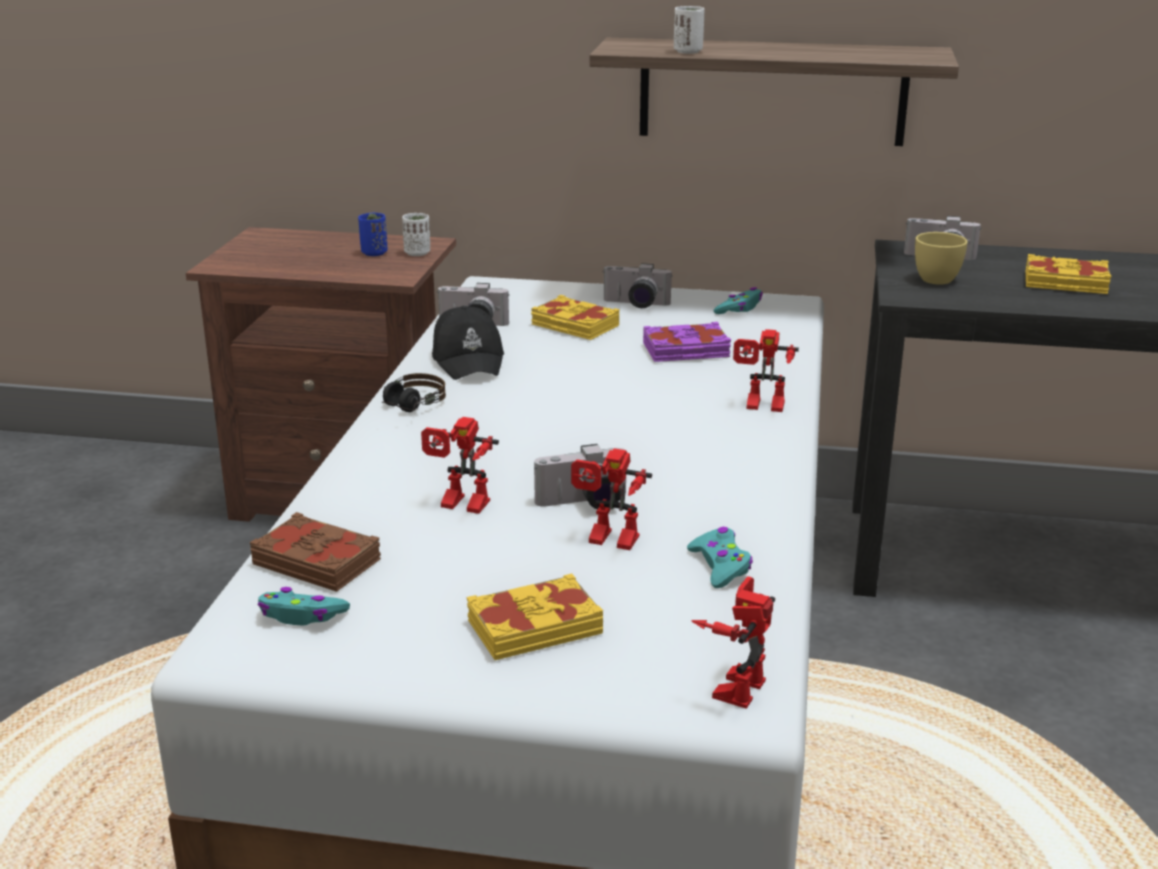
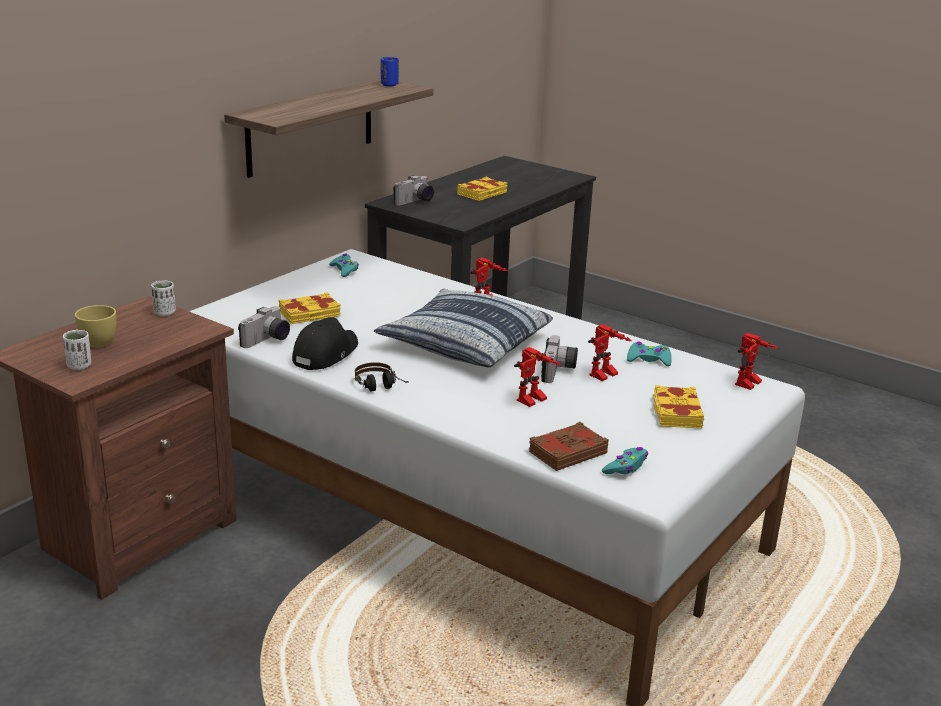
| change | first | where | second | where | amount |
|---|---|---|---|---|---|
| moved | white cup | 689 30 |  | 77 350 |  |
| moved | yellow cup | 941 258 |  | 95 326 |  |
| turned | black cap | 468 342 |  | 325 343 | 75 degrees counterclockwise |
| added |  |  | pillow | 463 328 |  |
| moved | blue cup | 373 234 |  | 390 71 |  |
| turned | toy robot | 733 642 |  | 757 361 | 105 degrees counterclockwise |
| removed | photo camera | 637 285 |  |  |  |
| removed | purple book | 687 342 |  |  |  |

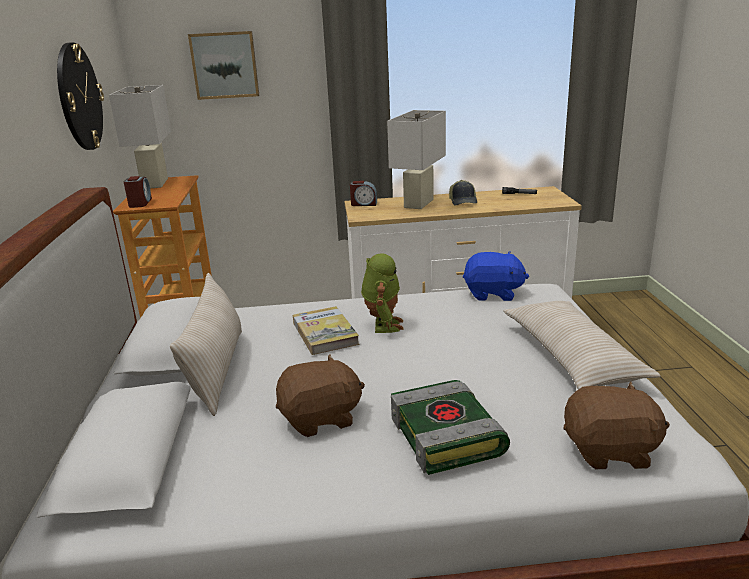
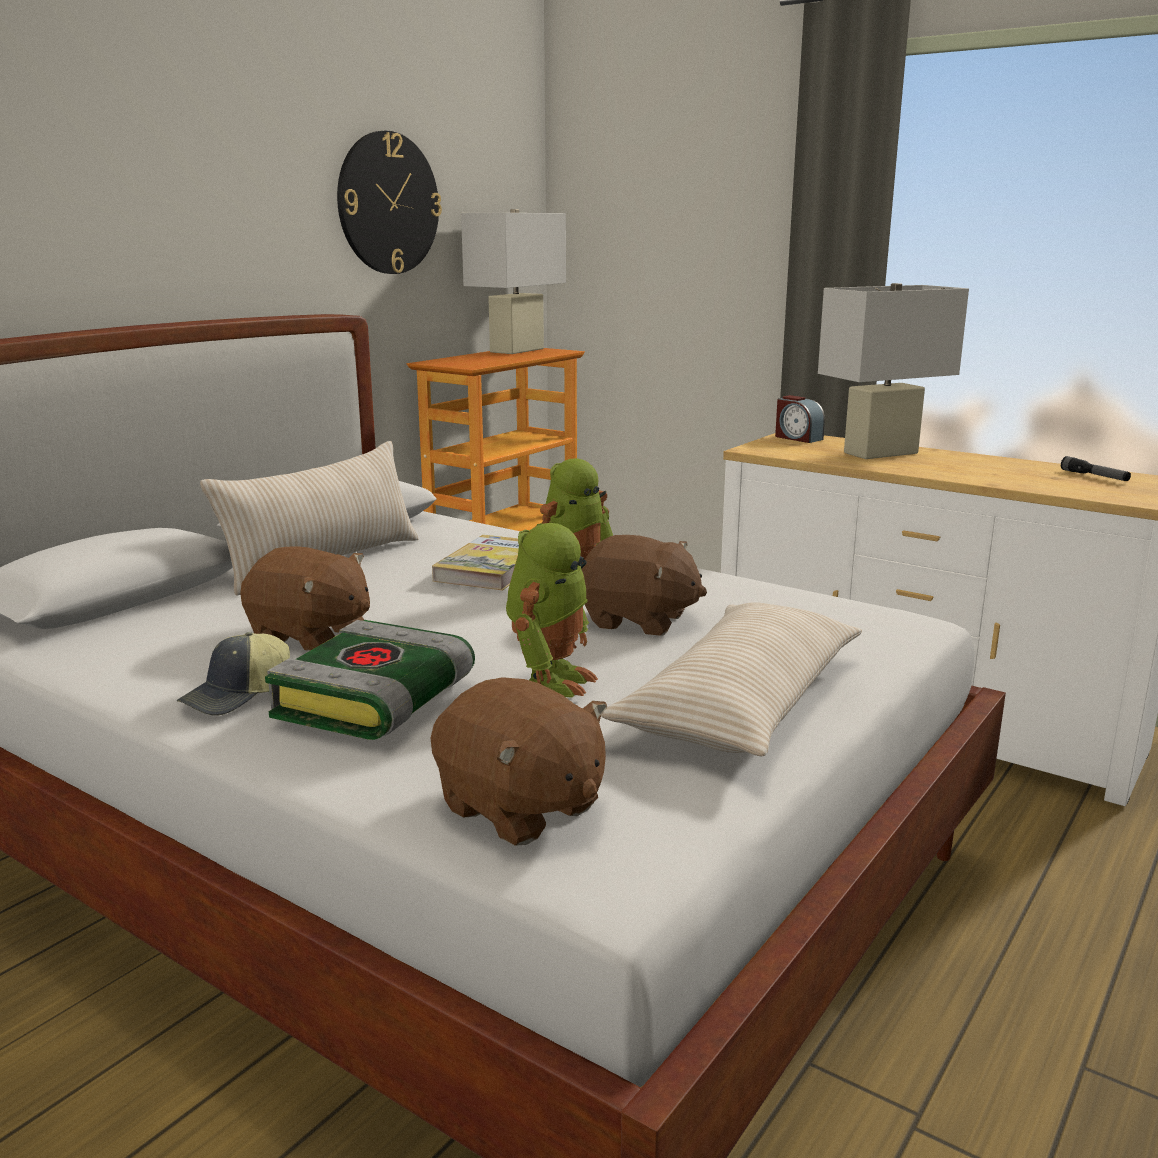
| change | first | where | second | where | amount |
|---|---|---|---|---|---|
| moved | cap | 463 192 |  | 233 673 |  |
| added |  |  | toy robot | 552 610 |  |
| added |  |  | brown plush toy | 644 585 |  |
| removed | alarm clock | 138 192 |  |  |  |
| removed | picture | 223 65 |  |  |  |
| removed | blue plush toy | 496 276 |  |  |  |

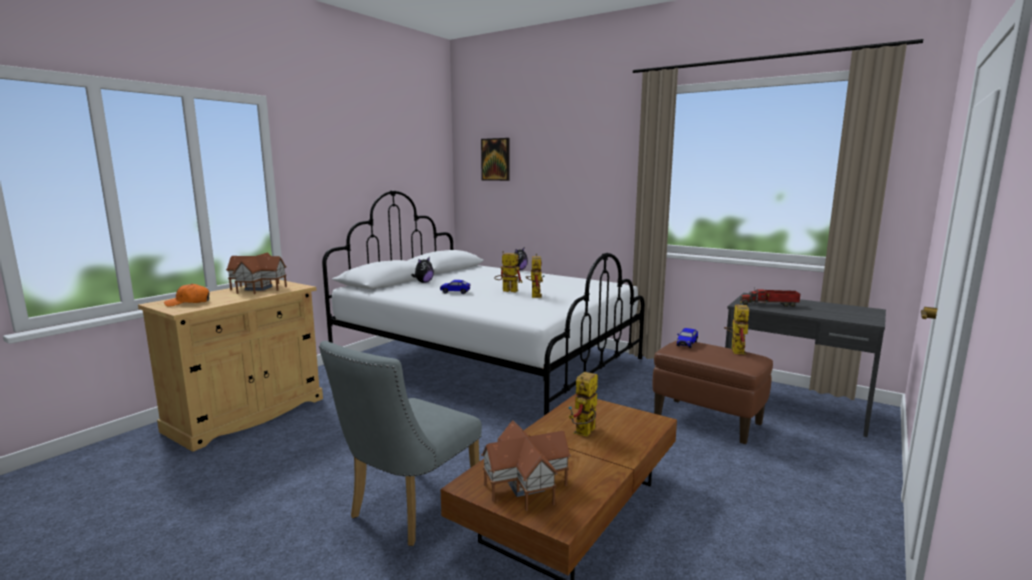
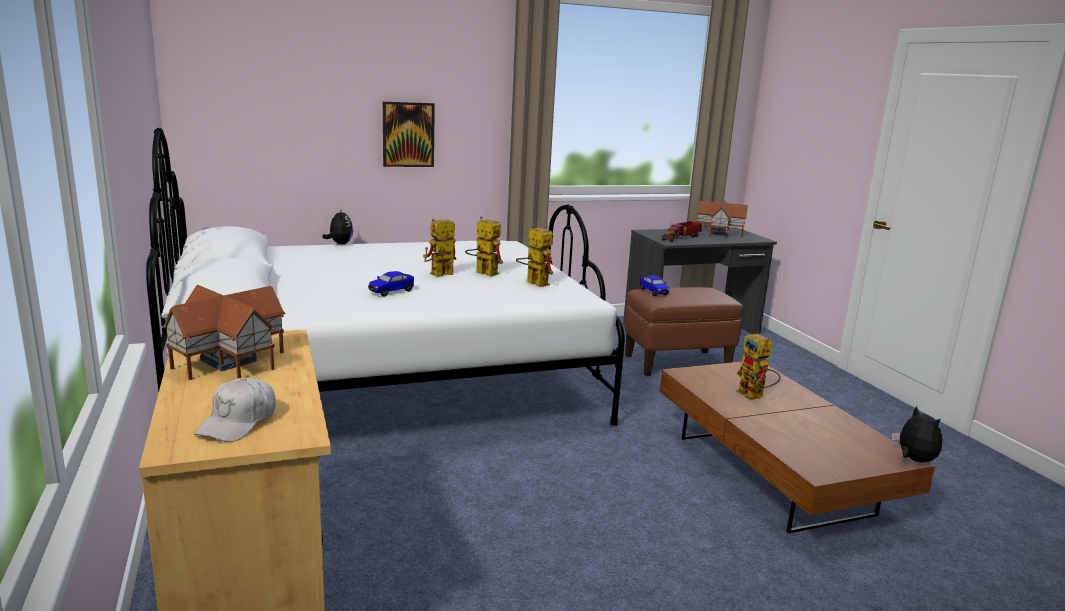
| change | first | where | second | where | amount |
|---|---|---|---|---|---|
| recoloured | orange cap | 186 295 | white cap | 235 410 |  |
| moved | picture | 495 159 |  | 409 134 |  |
| moved | toy robot | 736 328 |  | 534 255 |  |
| moved | toy house | 526 465 |  | 722 219 |  |
| moved | plush toy | 422 270 |  | 917 434 |  |
| removed | grey chair | 400 443 |  |  |  |

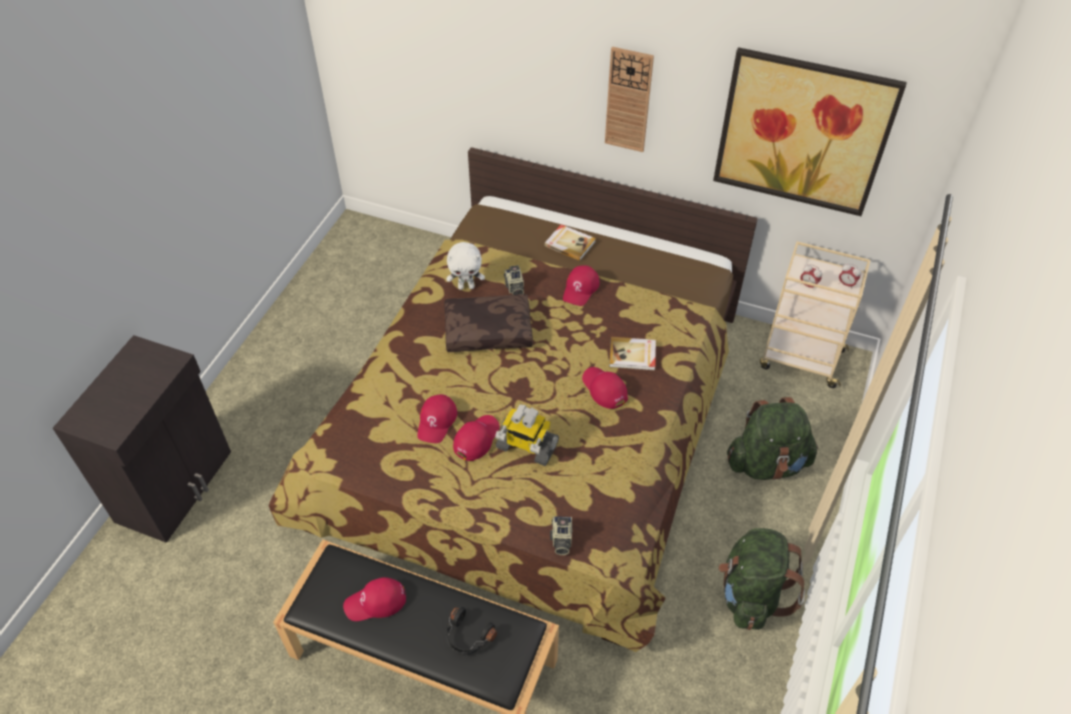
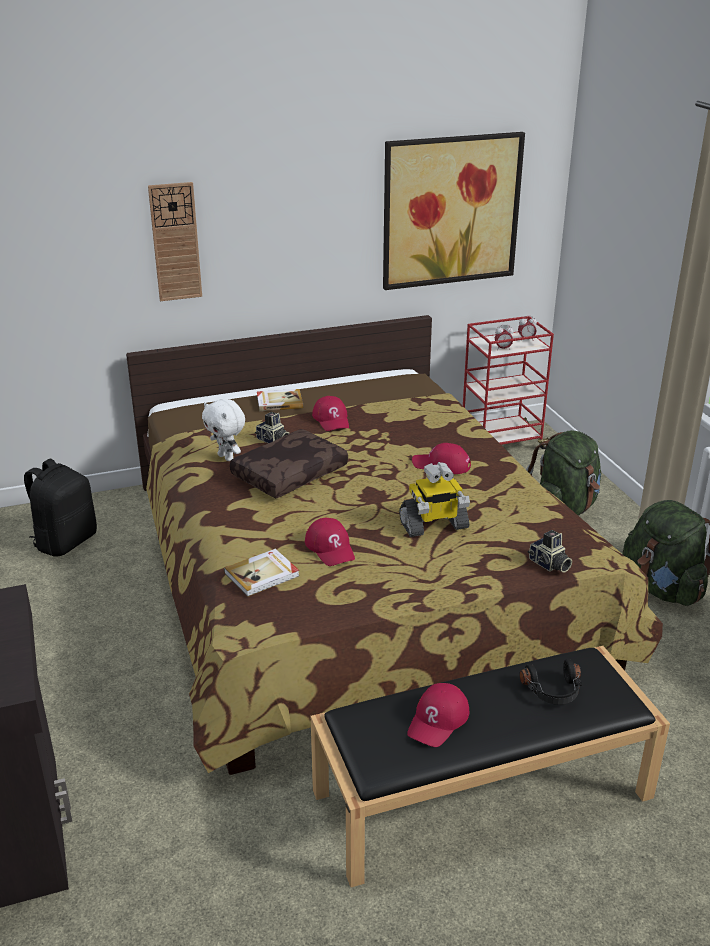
| change | first | where | second | where | amount |
|---|---|---|---|---|---|
| added |  |  | black backpack | 60 507 |  |
| moved | wall clock | 629 99 |  | 175 241 |  |
| turned | white plush toy | 466 266 |  | 223 430 | 90 degrees clockwise |
| moved | book | 632 353 |  | 261 573 |  |
| recoloured | beige cart | 815 314 | red cart | 508 382 |  |
| removed | red cap | 476 438 |  |  |  |

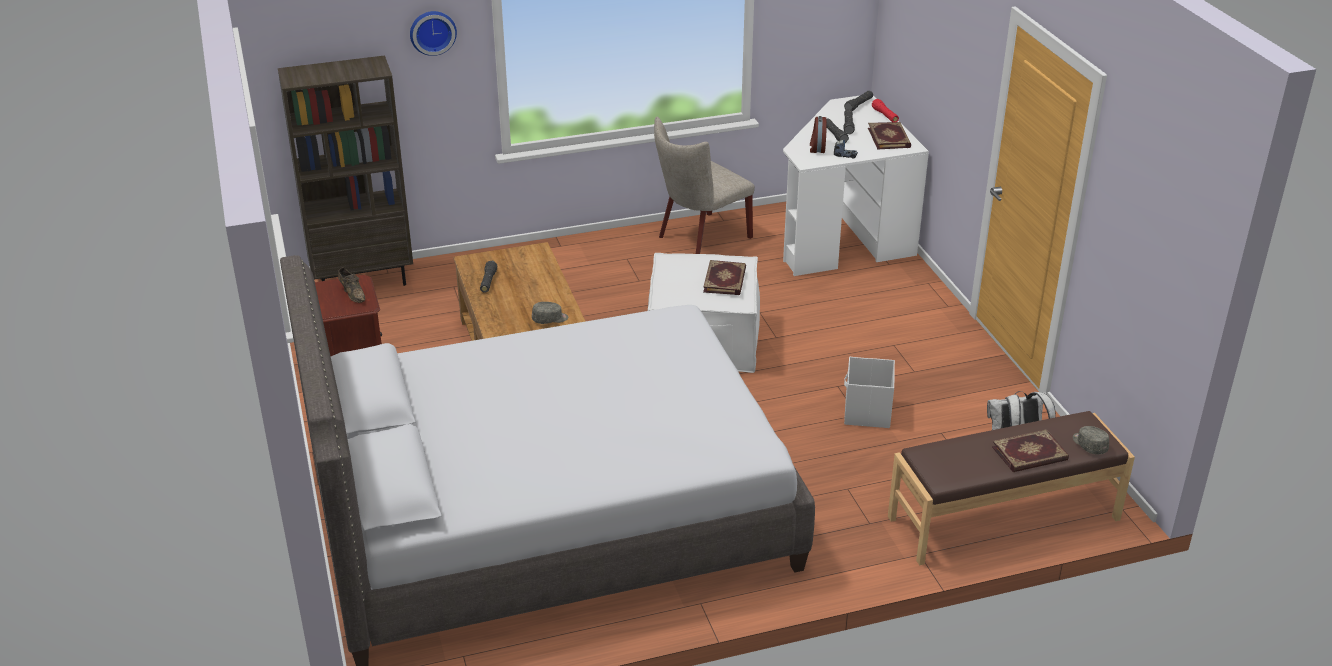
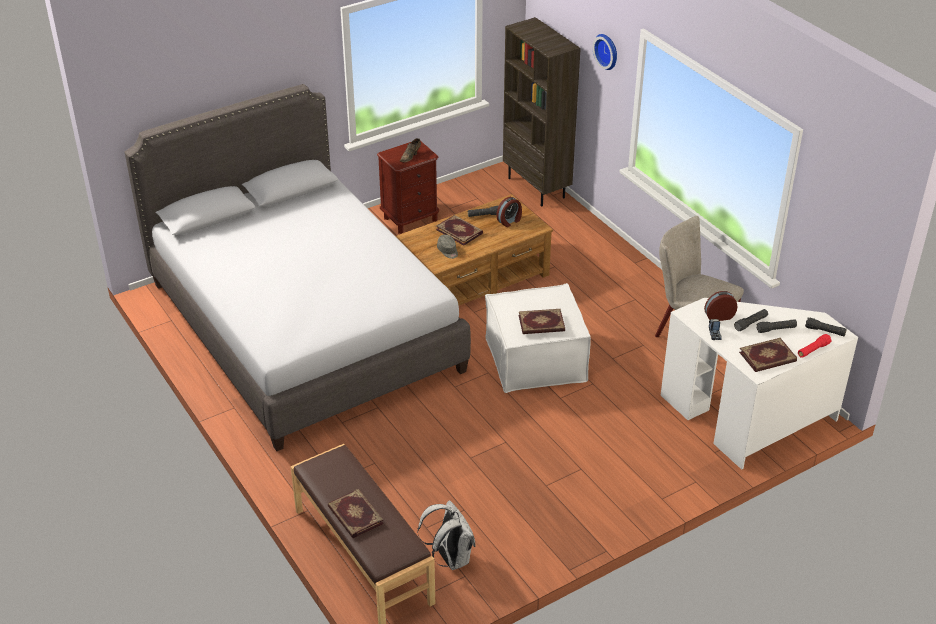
| change | first | where | second | where | amount |
|---|---|---|---|---|---|
| added |  |  | book | 459 230 |  |
| added |  |  | alarm clock | 509 212 |  |
| removed | white storage box | 869 392 |  |  |  |
| removed | grey cap | 1091 440 |  |  |  |

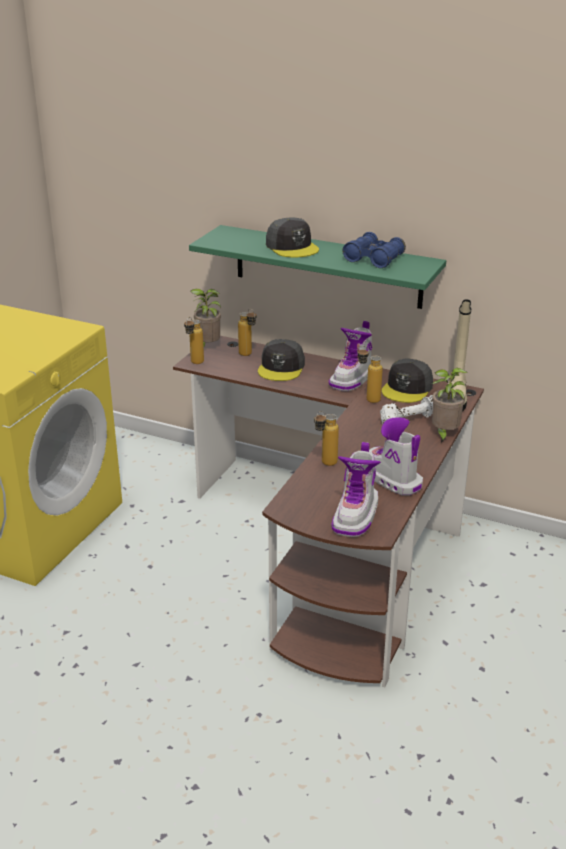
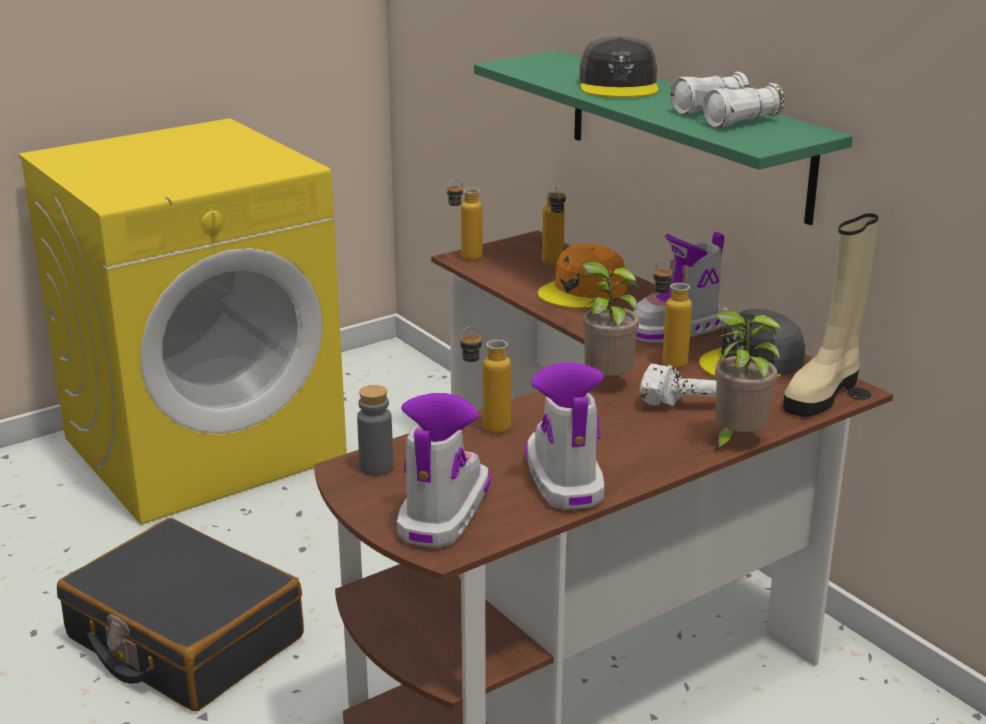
| change | first | where | second | where | amount |
|---|---|---|---|---|---|
| added |  |  | black suitcase | 180 614 |  |
| added |  |  | grey bottle | 375 430 |  |
| turned | boot | 356 489 |  | 444 470 | 150 degrees clockwise |
| recoloured | grey cap | 281 360 | orange cap | 582 276 |  |
| moved | potted plant | 206 318 |  | 607 318 |  |
| recoloured | blue binoculars | 374 250 | white binoculars | 728 100 |  |

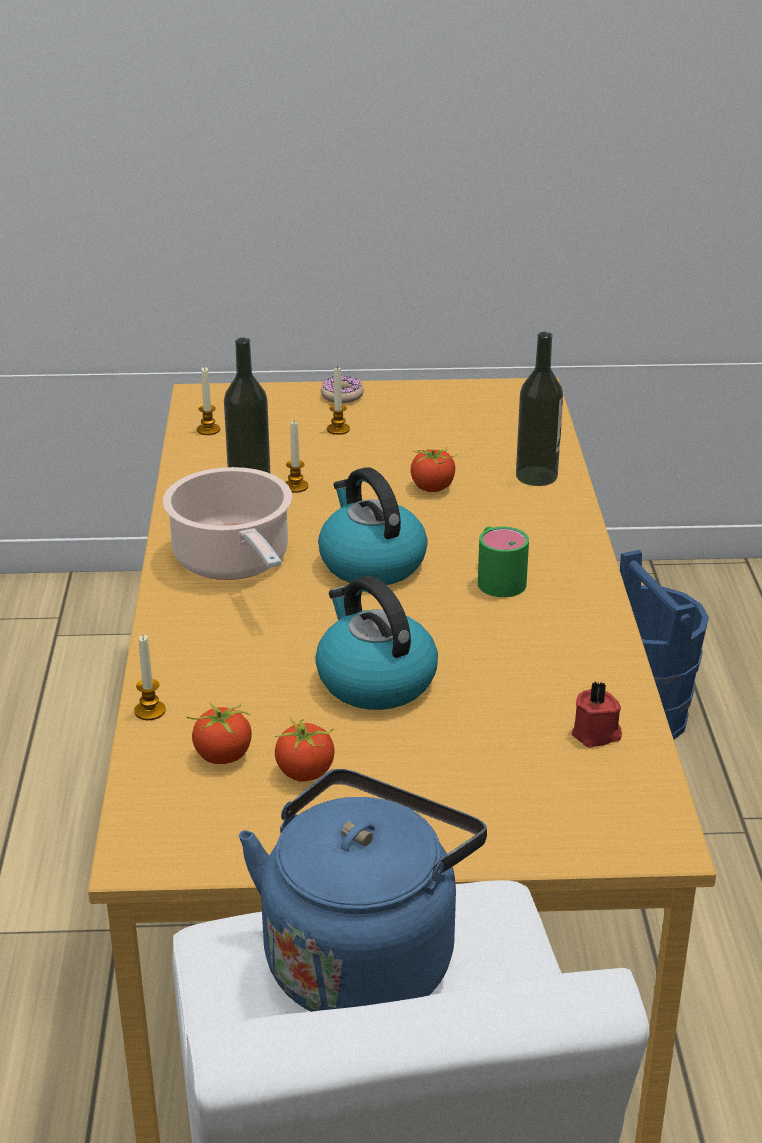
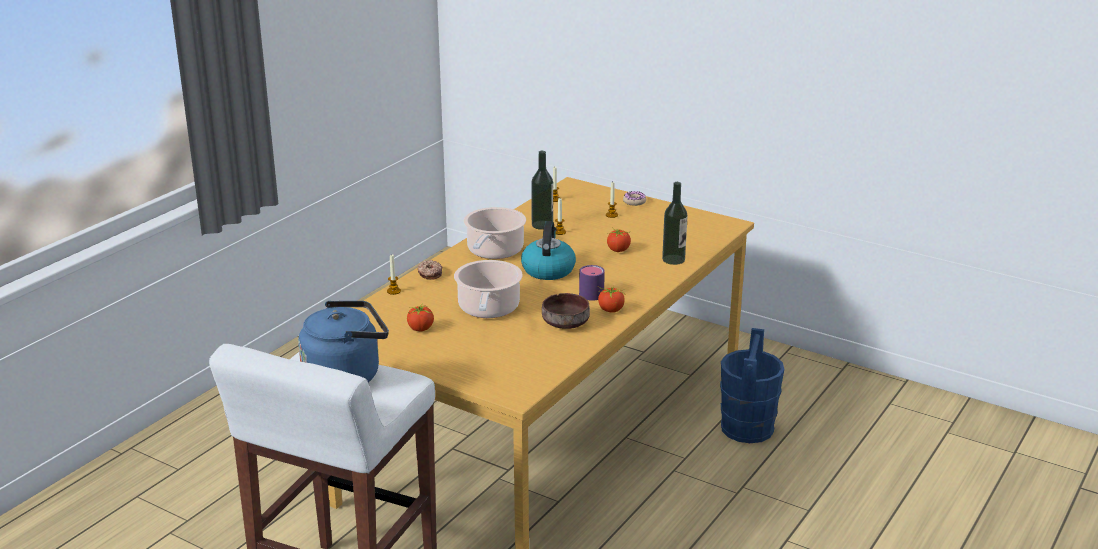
| change | first | where | second | where | amount |
|---|---|---|---|---|---|
| added |  |  | donut | 430 270 |  |
| replaced | kettle | 376 643 | cooking pot | 488 289 |  |
| added |  |  | brown bowl | 566 311 |  |
| recoloured | green mug | 503 561 | purple mug | 592 283 |  |
| moved | tomato | 219 733 |  | 611 299 |  |
| removed | red candle | 597 714 |  |  |  |

